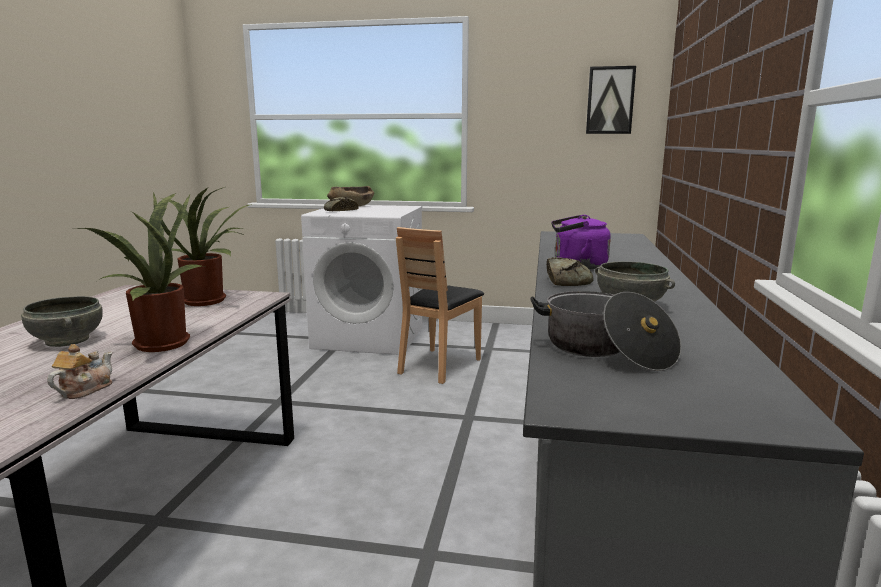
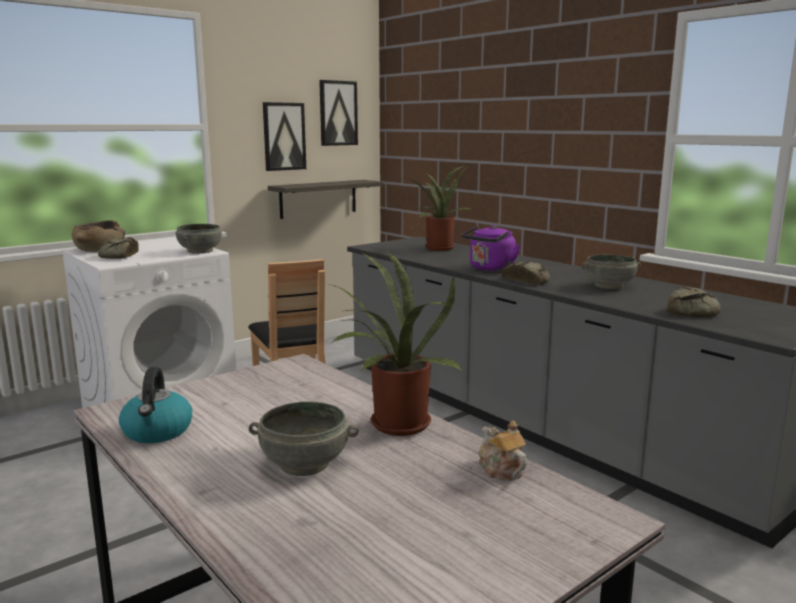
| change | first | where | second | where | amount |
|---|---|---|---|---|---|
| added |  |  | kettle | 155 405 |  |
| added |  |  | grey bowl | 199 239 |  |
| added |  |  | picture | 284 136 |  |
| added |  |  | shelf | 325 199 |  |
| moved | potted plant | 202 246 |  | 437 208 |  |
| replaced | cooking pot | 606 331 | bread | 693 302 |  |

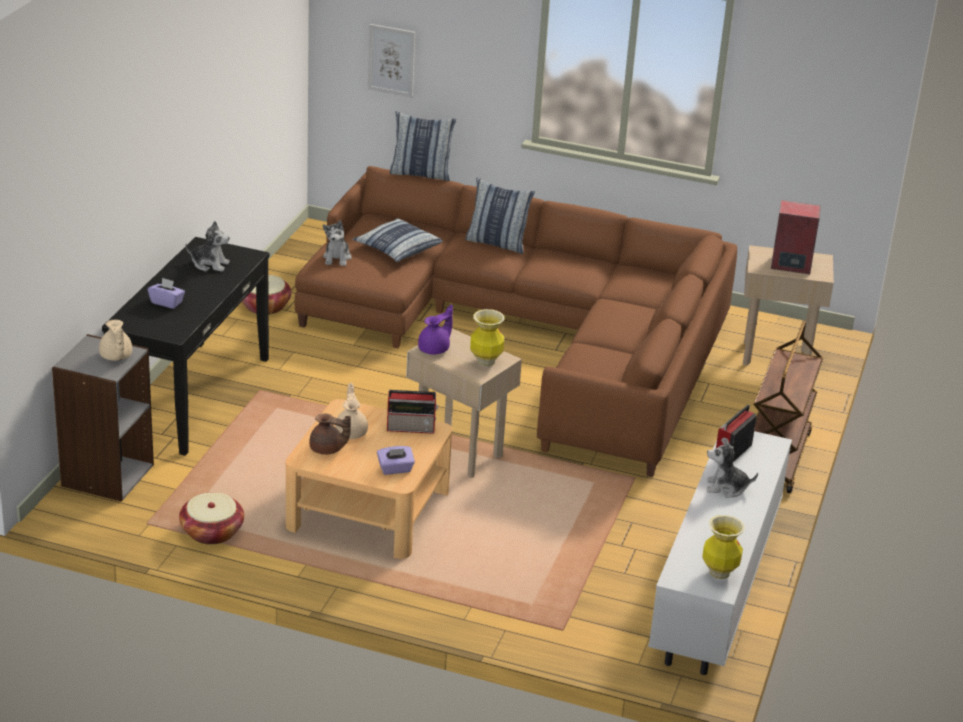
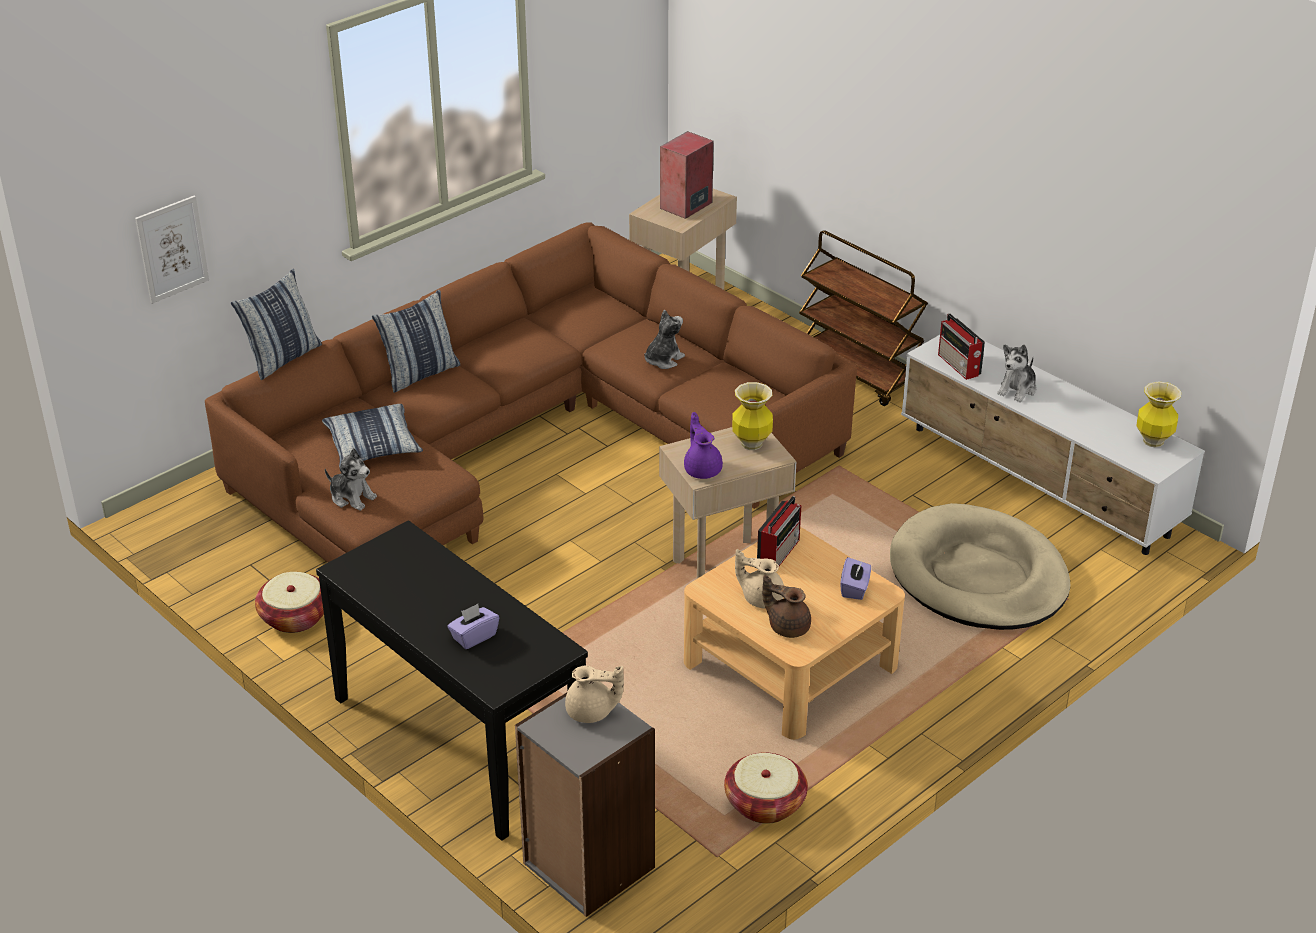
| change | first | where | second | where | amount |
|---|---|---|---|---|---|
| moved | plush toy | 208 246 |  | 664 339 |  |
| turned | brown teapot | 330 434 |  | 786 606 | 105 degrees counterclockwise |
| added |  |  | beige dog bed | 980 566 |  |

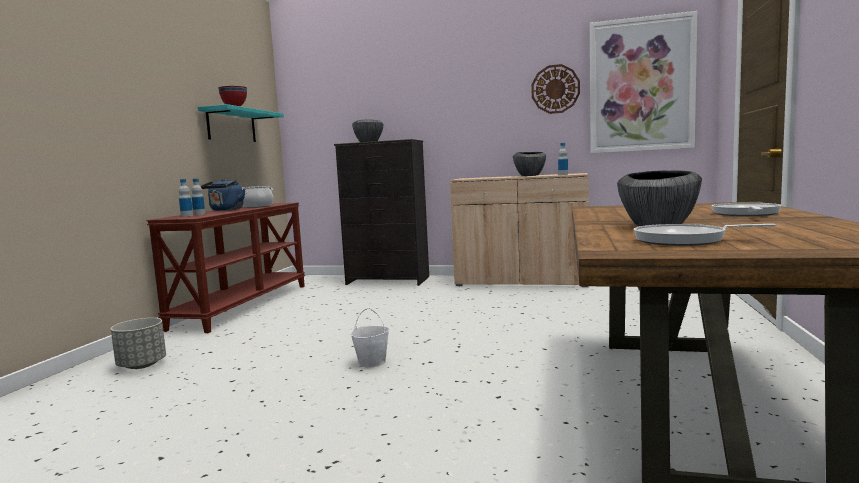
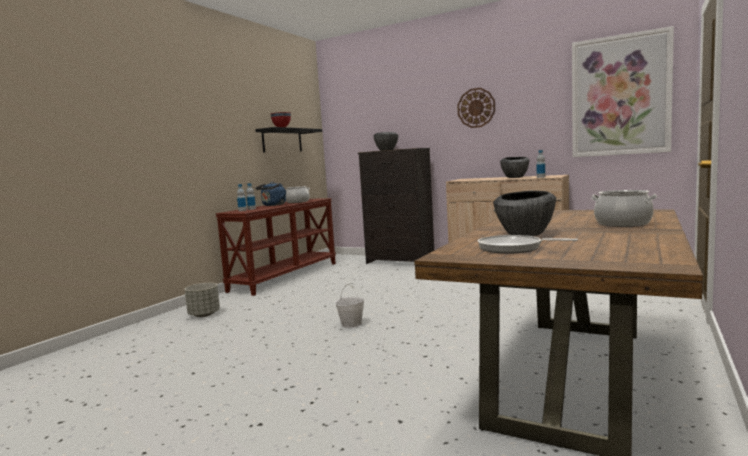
| change | first | where | second | where | amount |
|---|---|---|---|---|---|
| recoloured | turquoise shelf | 241 123 | black shelf | 288 139 |  |
| moved | wall clock | 555 89 |  | 476 108 |  |
| replaced | frying pan | 746 209 | cooking pot | 624 208 |  |

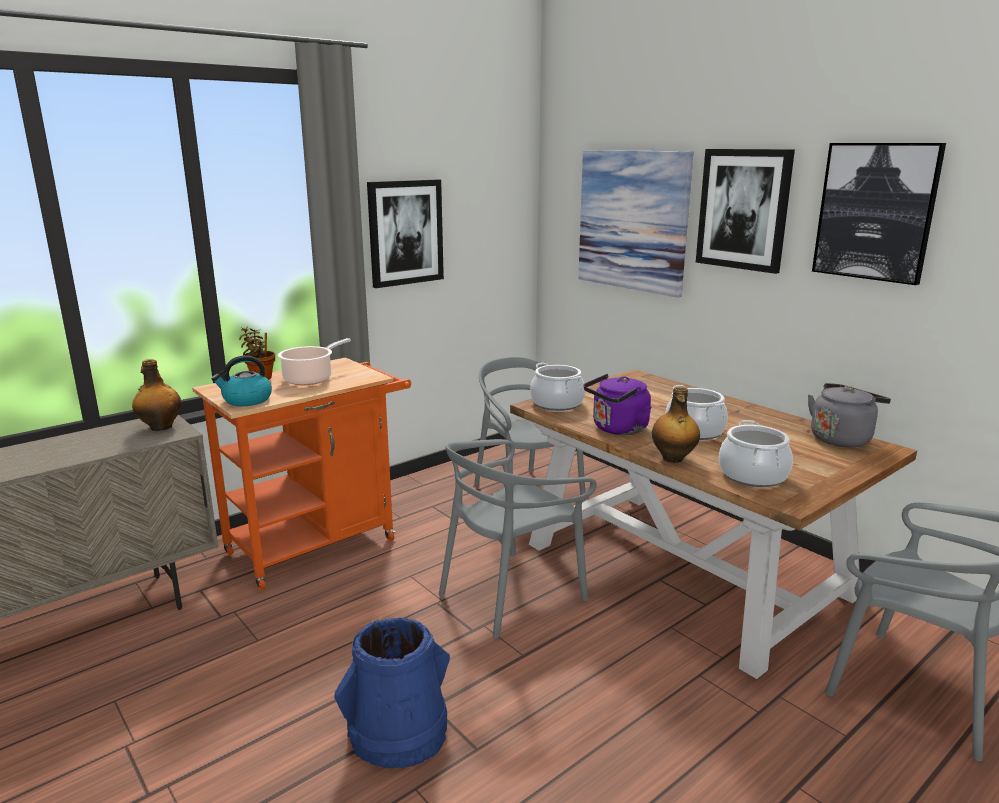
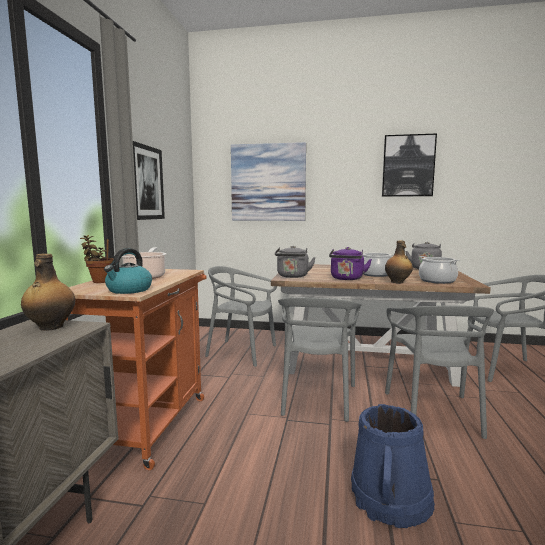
| change | first | where | second | where | amount |
|---|---|---|---|---|---|
| replaced | cooking pot | 557 387 | grey kettle | 295 262 |  |
| added |  |  | grey chair | 439 372 |  |
| removed | picture | 745 211 |  |  |  |

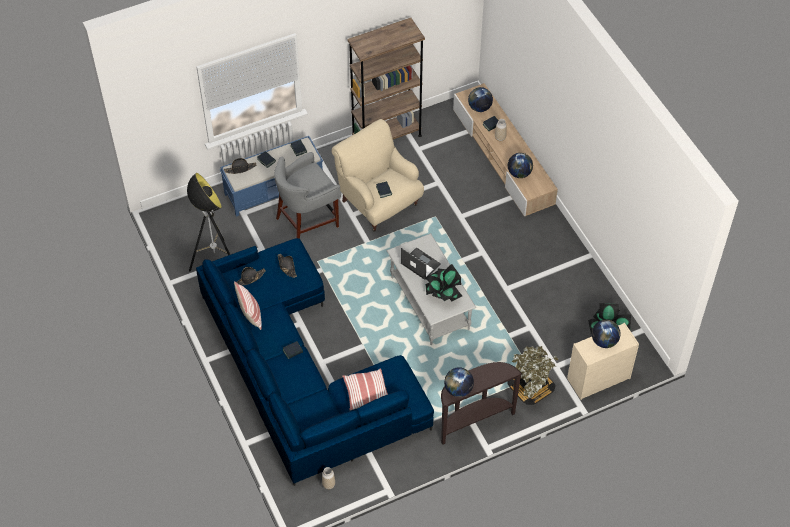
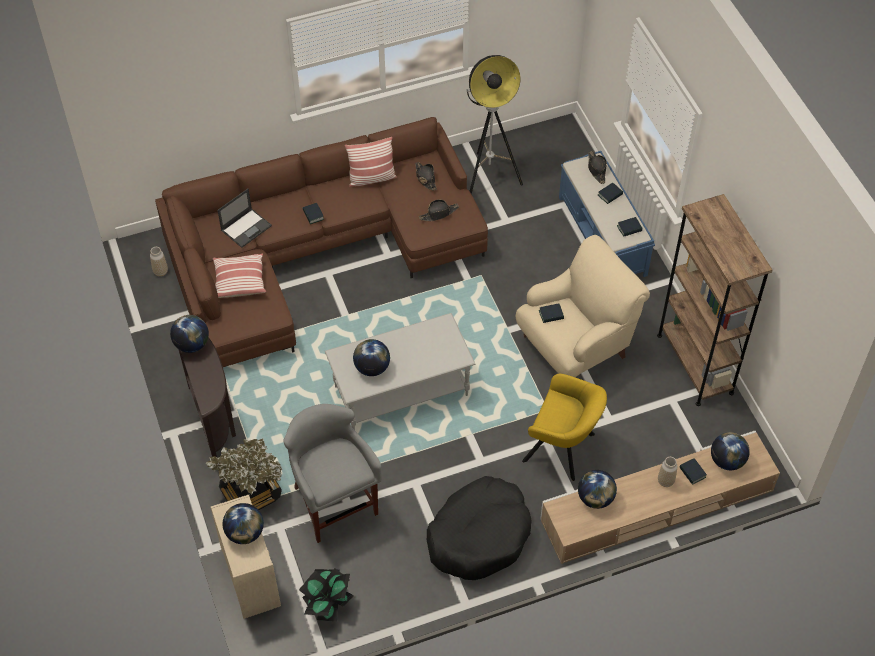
| change | first | where | second | where | amount |
|---|---|---|---|---|---|
| recoloured | blue sofa | 315 362 | brown sofa | 321 242 |  |
| moved | laptop | 421 263 |  | 244 218 |  |
| moved | grey stool | 307 195 |  | 333 473 |  |
| replaced | potted plant | 443 283 | globe | 371 357 |  |
| added |  |  | black dog bed | 479 528 |  |
| added |  |  | yellow armchair | 564 427 |  |

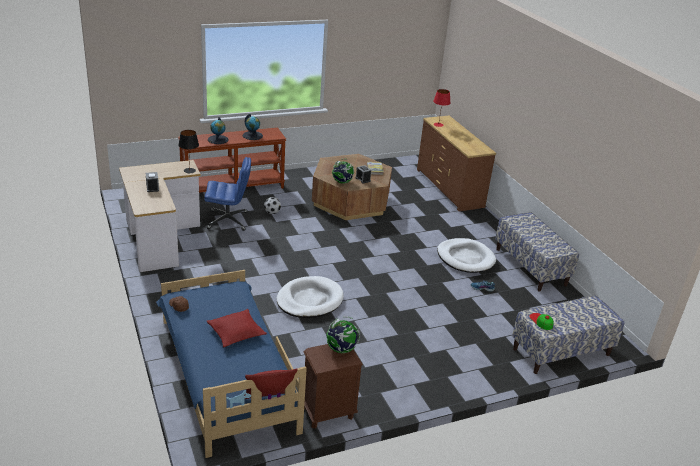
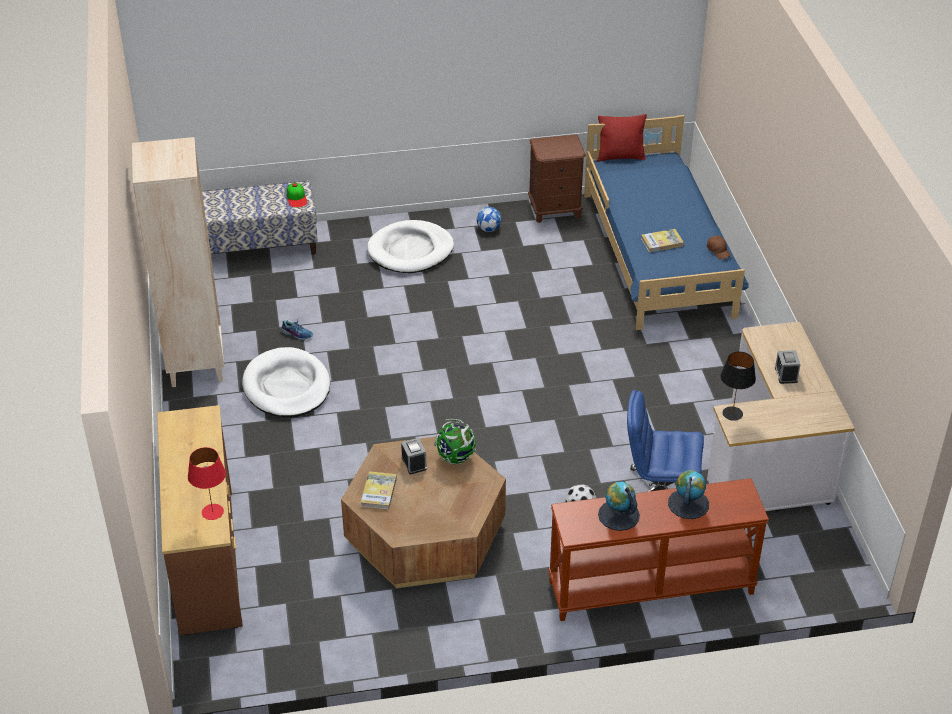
| change | first | where | second | where | amount |
|---|---|---|---|---|---|
| replaced | bench | 537 252 | beige bookcase | 178 262 |  |
| moved | white dog bed | 310 297 |  | 410 246 |  |
| added |  |  | football | 489 219 |  |
| added |  |  | book | 662 241 |  |
| removed | red pillow | 237 328 |  |  |  |
| removed | globe | 343 334 |  |  |  |

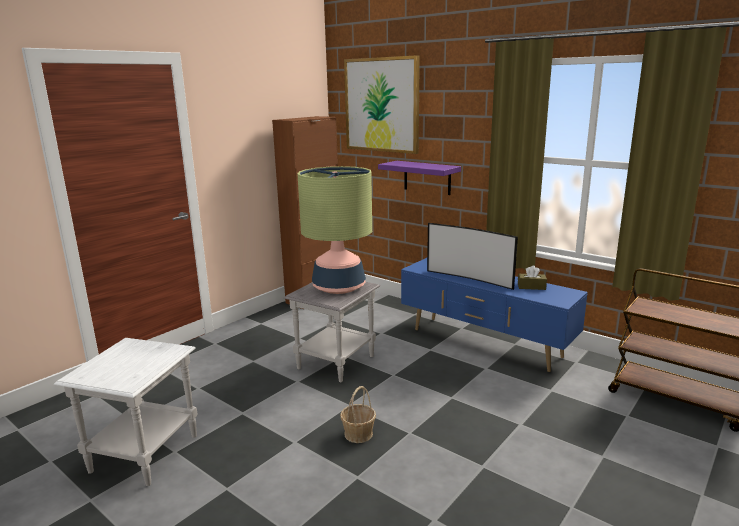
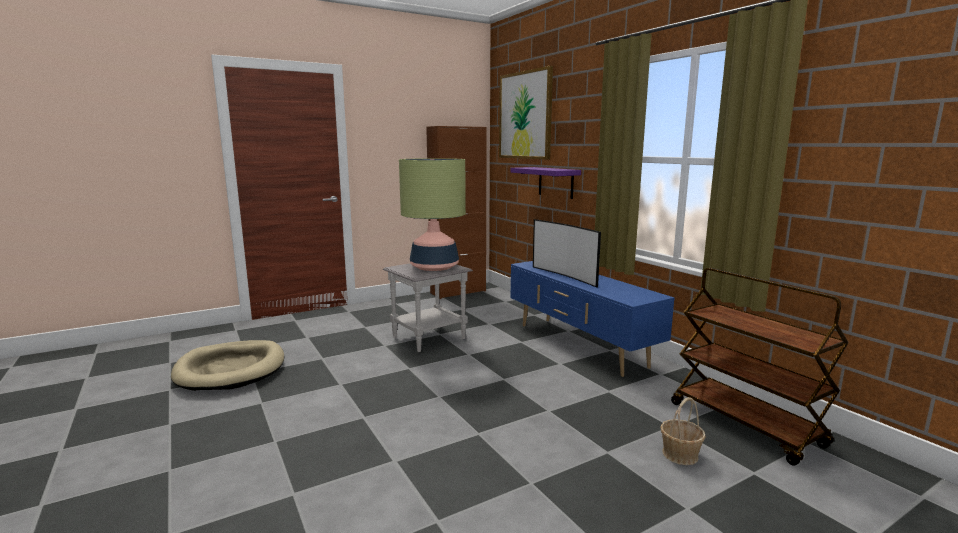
| change | first | where | second | where | amount |
|---|---|---|---|---|---|
| replaced | white side table | 126 412 | beige dog bed | 227 365 |  |
| moved | basket | 358 414 |  | 683 431 |  |
| removed | brown tissue box | 532 277 |  |  |  |

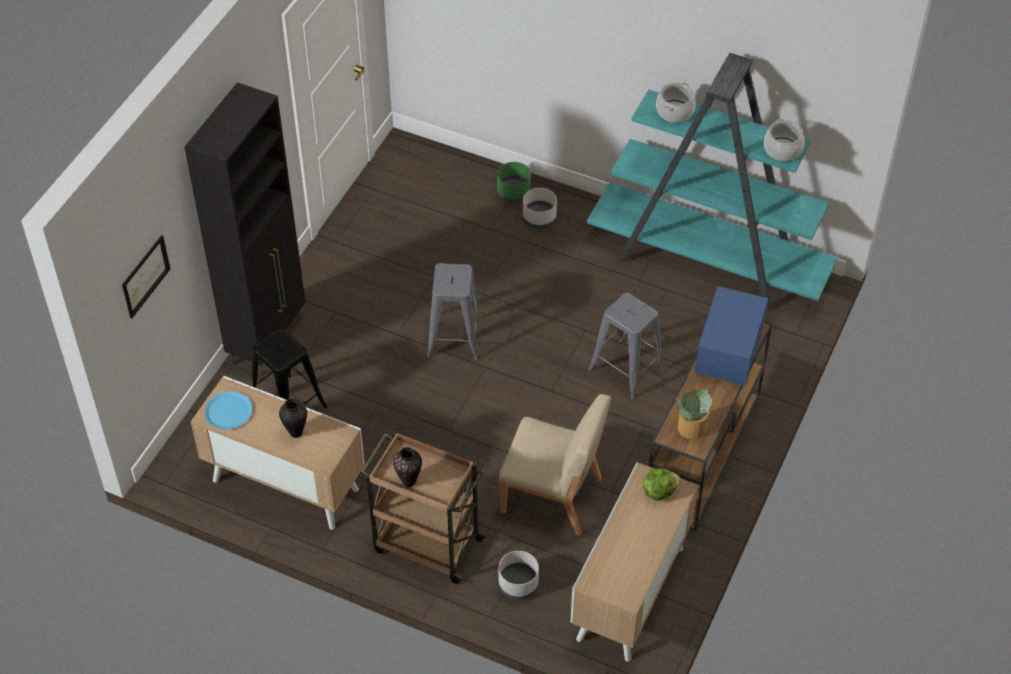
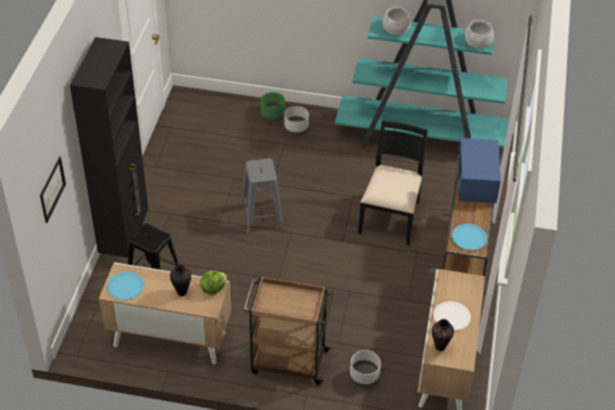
| change | first | where | second | where | amount |
|---|---|---|---|---|---|
| moved | lettuce | 661 484 |  | 213 282 |  |
| replaced | grey stool | 627 346 | black chair | 393 182 |  |
| moved | vase | 407 467 |  | 443 335 |  |
| added |  |  | white plate | 452 316 |  |
| replaced | potted plant | 694 414 | blue plate | 469 237 |  |
| removed | beige chair | 555 465 |  |  |  |

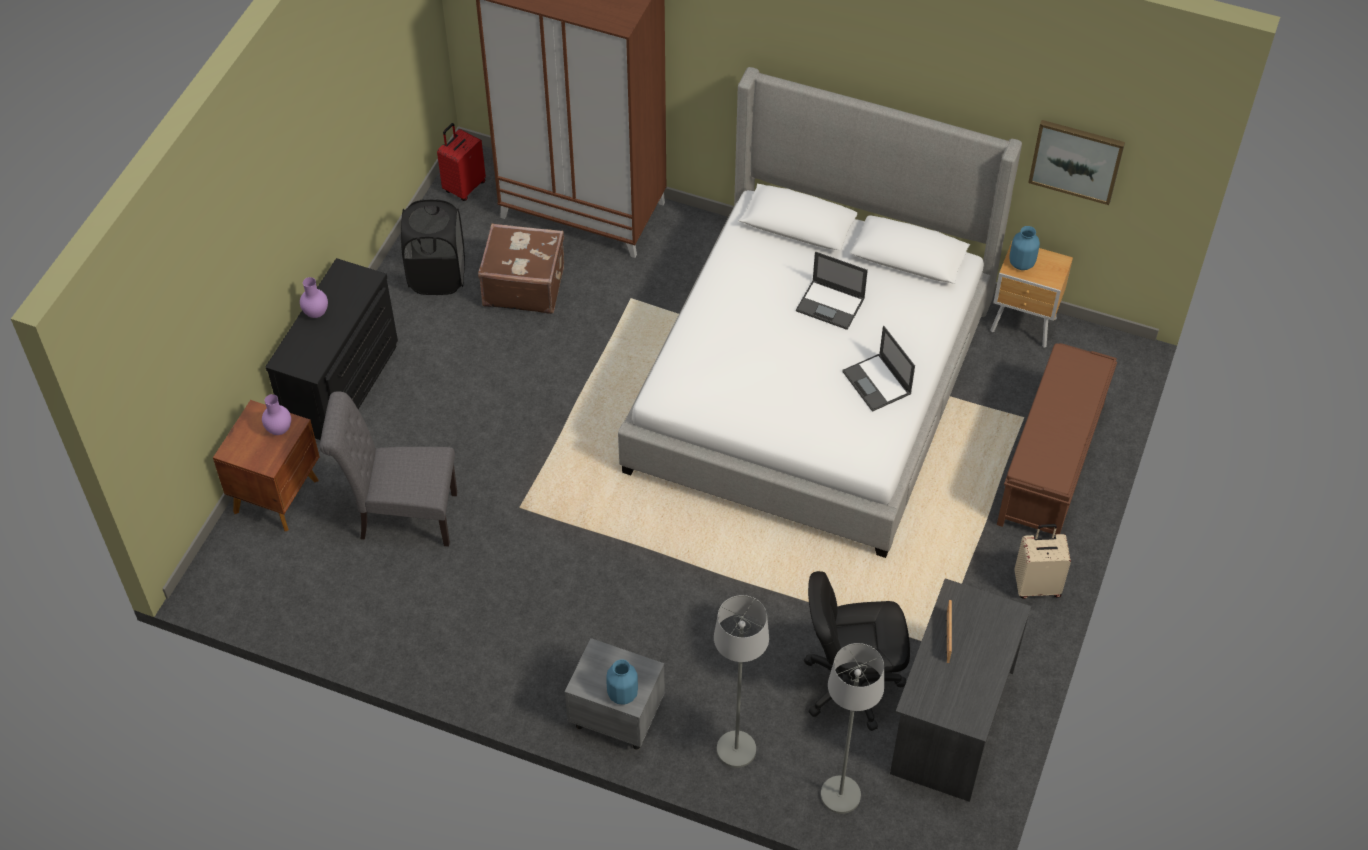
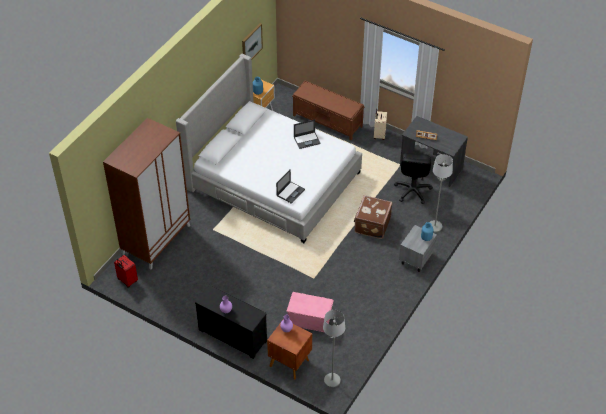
| change | first | where | second | where | amount |
|---|---|---|---|---|---|
| moved | laptop | 832 290 |  | 290 186 |  |
| replaced | grey chair | 388 468 | pink storage box | 310 312 |  |
| moved | grey floor lamp | 852 728 |  | 334 349 |  |
| moved | brown suitcase | 521 268 |  | 373 217 |  |
| removed | black laundry basket | 433 247 |  |  |  |

